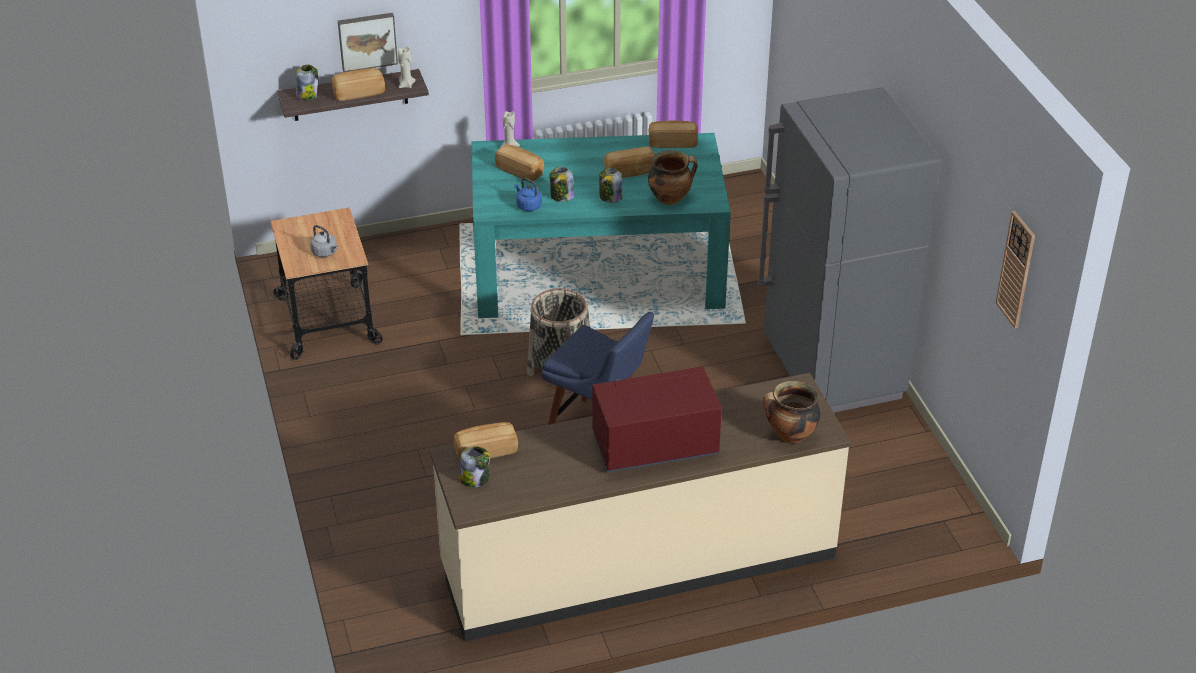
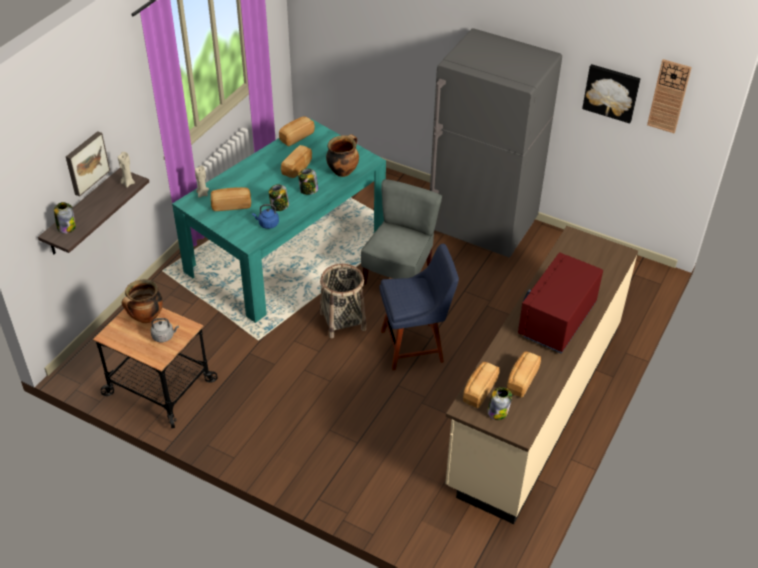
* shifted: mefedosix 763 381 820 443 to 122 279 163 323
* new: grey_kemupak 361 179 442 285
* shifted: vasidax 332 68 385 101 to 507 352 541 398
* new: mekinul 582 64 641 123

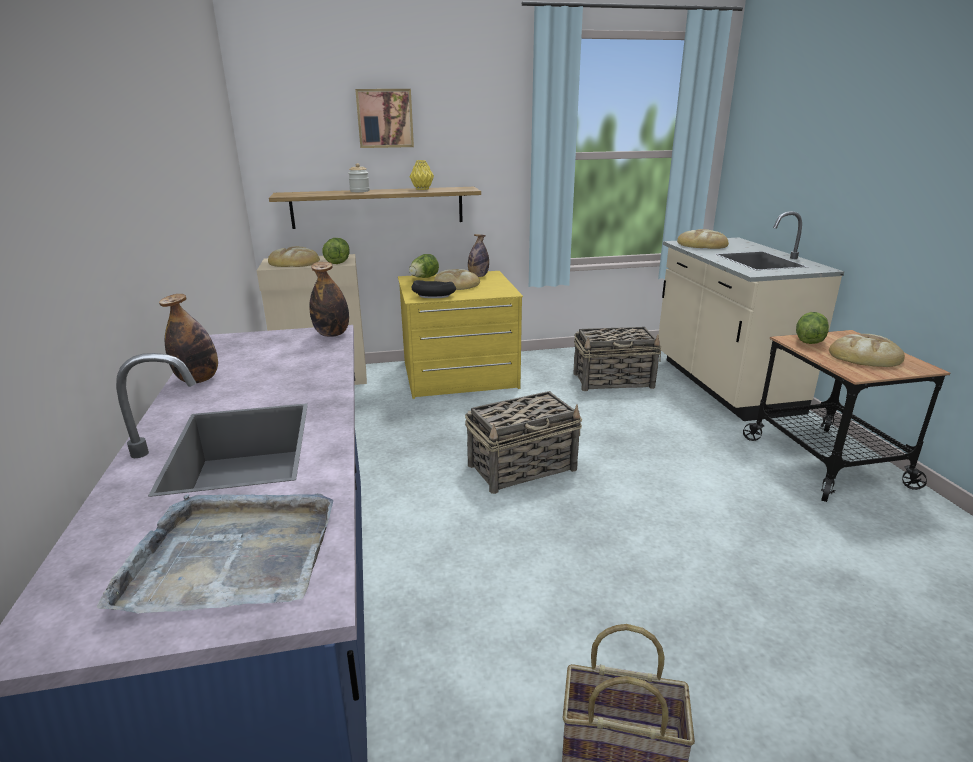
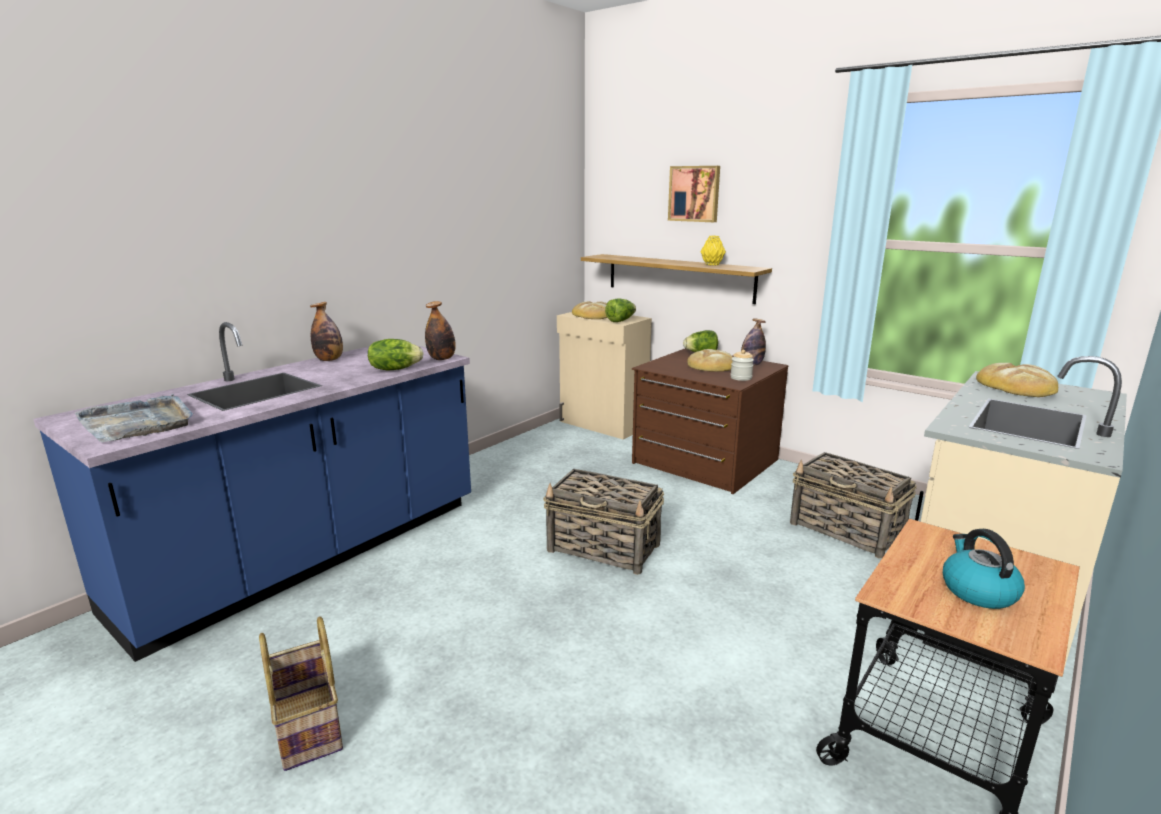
* shifted: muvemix 796 312 829 344 to 368 339 424 370
* repainted: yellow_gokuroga 398 271 523 399 to brown_gokuroga 632 348 789 494
* shifted: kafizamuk 348 163 370 192 to 730 350 754 381
* swapped: vasidax 829 334 905 367 to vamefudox 943 529 1025 609
* gone: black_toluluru 411 280 456 298

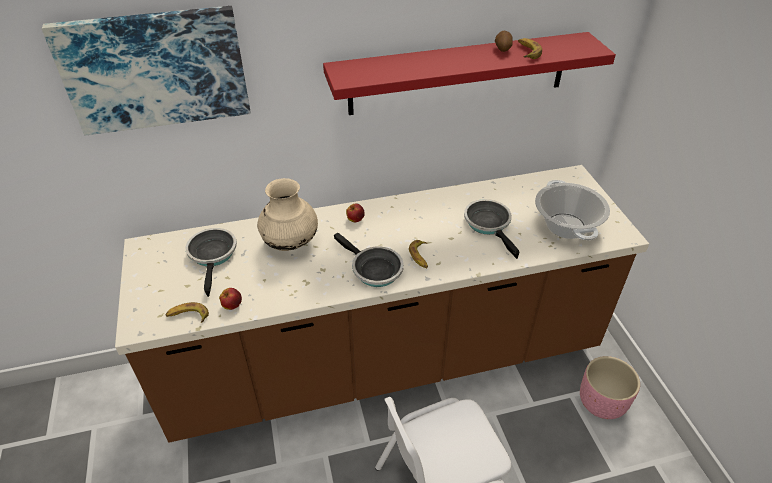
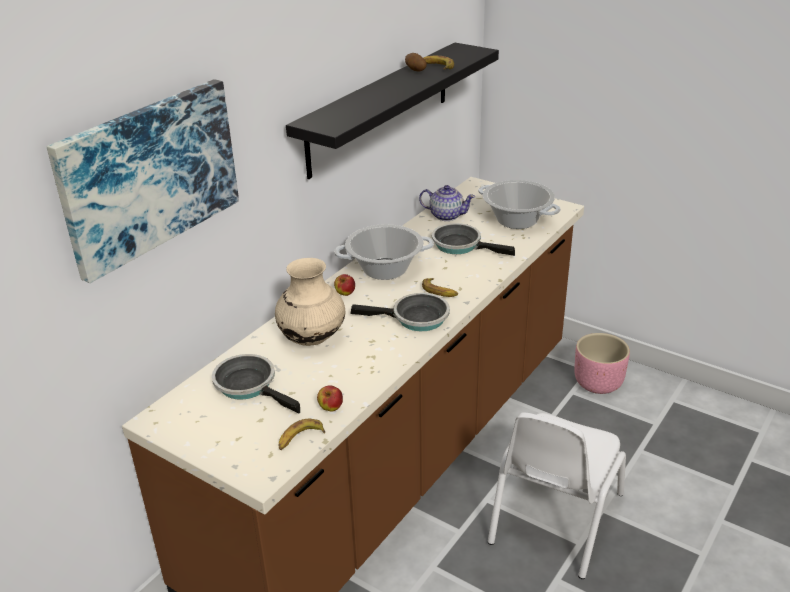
* repainted: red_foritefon 323 32 616 115 to black_foritefon 286 43 499 179
* new: mefedosix 334 224 434 280
* new: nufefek 419 185 475 221

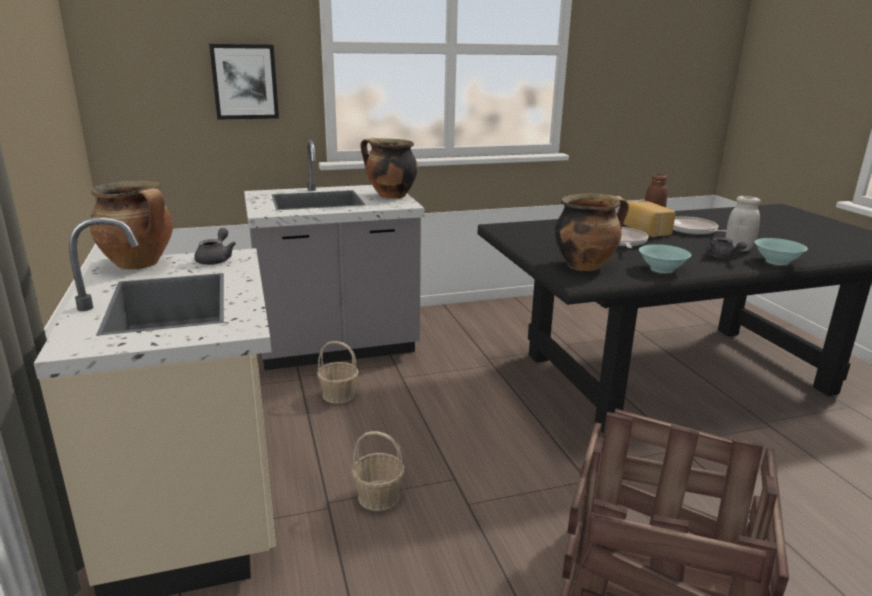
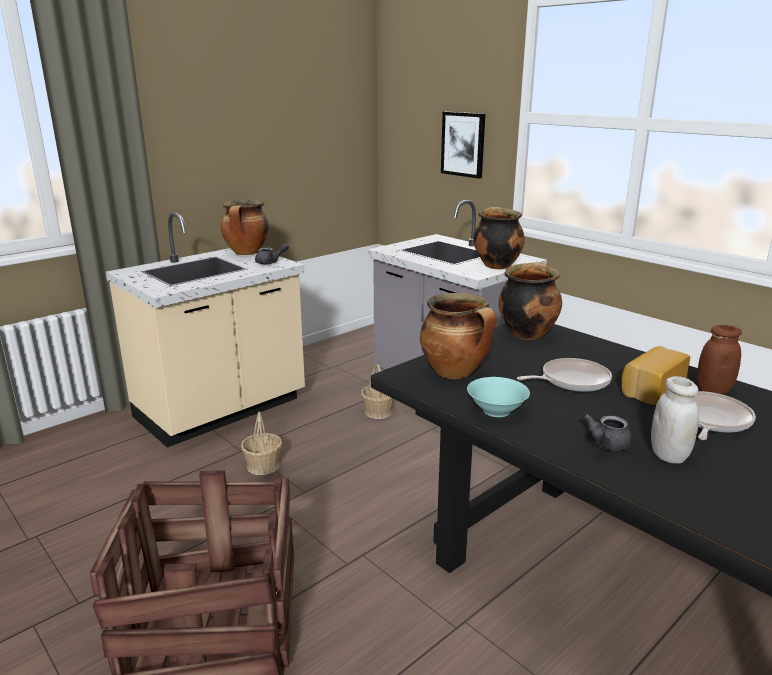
* new: mefedosix 498 262 562 340
* gone: turquoise_toluluru 755 238 808 265

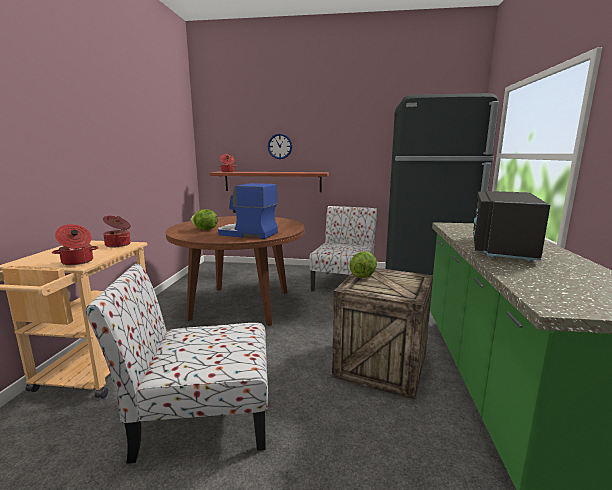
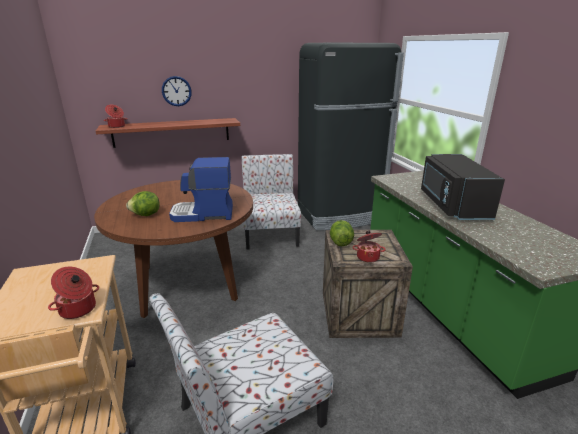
* shifted: mefedosix 103 216 131 247 to 353 231 386 263

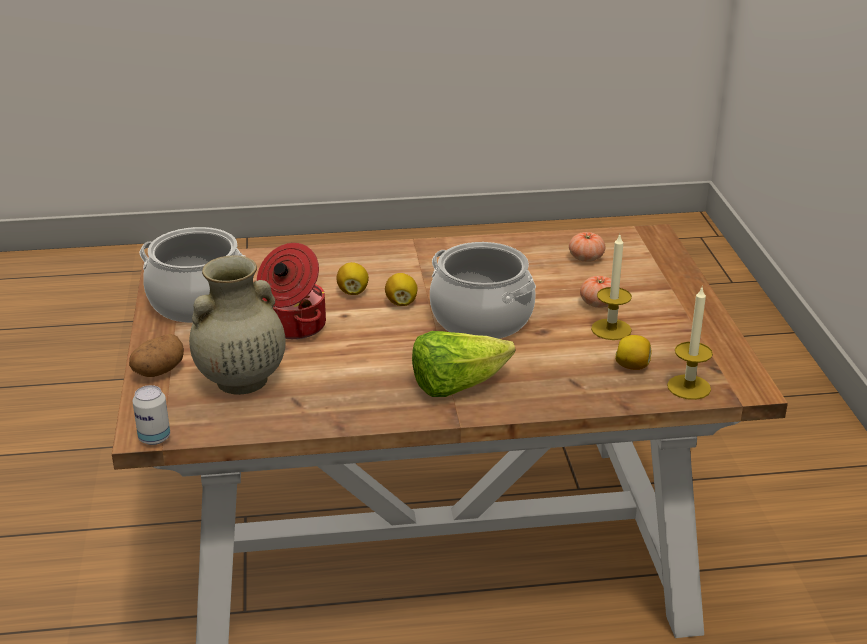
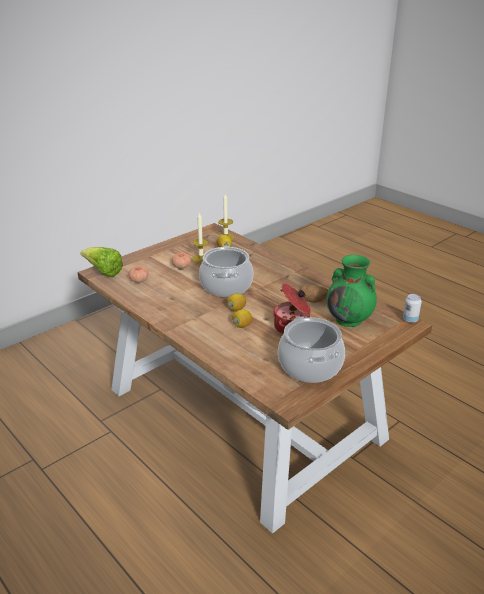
* shifted: muvemix 412 331 515 397 to 81 247 123 277
* shifted: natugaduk 129 334 184 377 to 299 285 328 303
* repainted: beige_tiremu 189 255 285 395 to green_tiremu 327 255 377 327

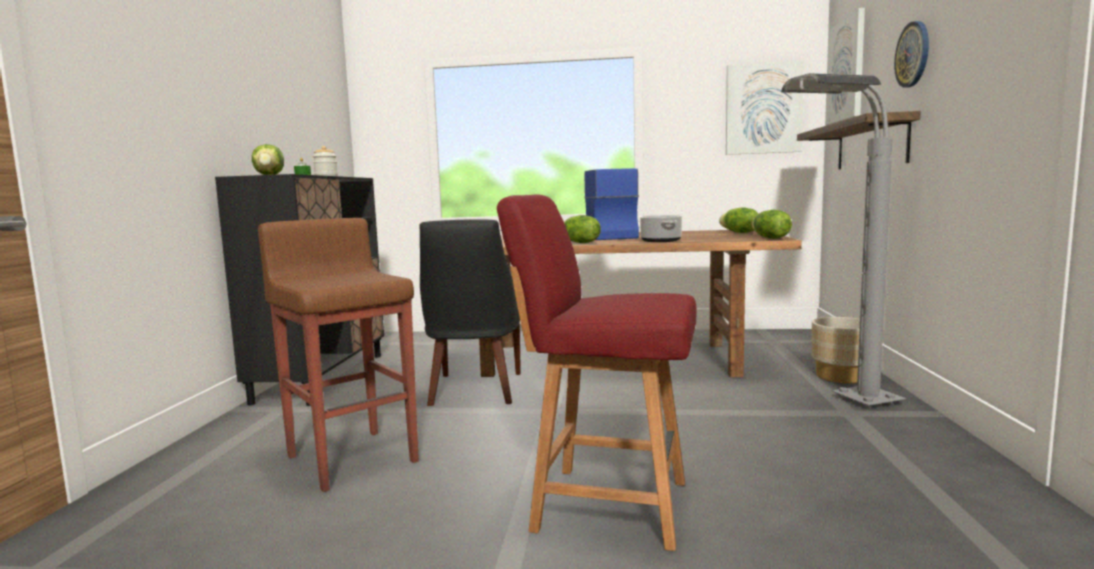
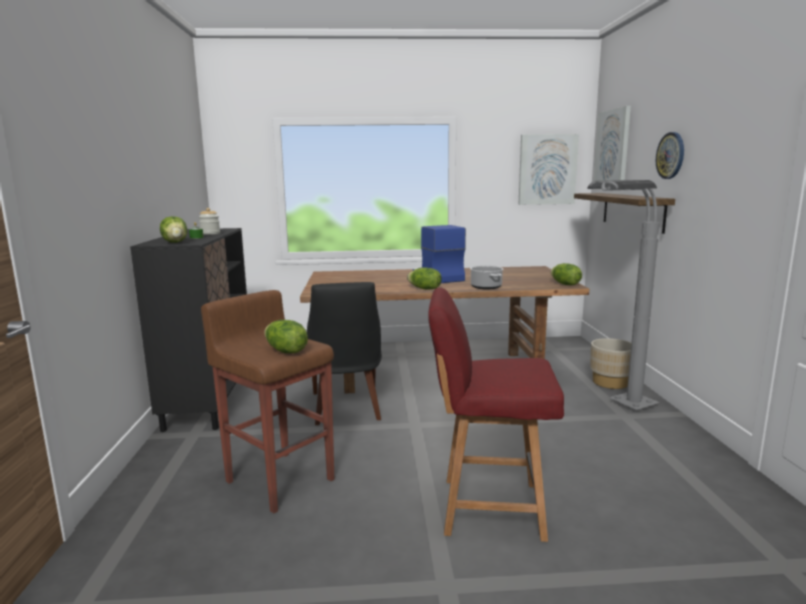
* shifted: muvemix 719 208 759 233 to 264 320 308 353

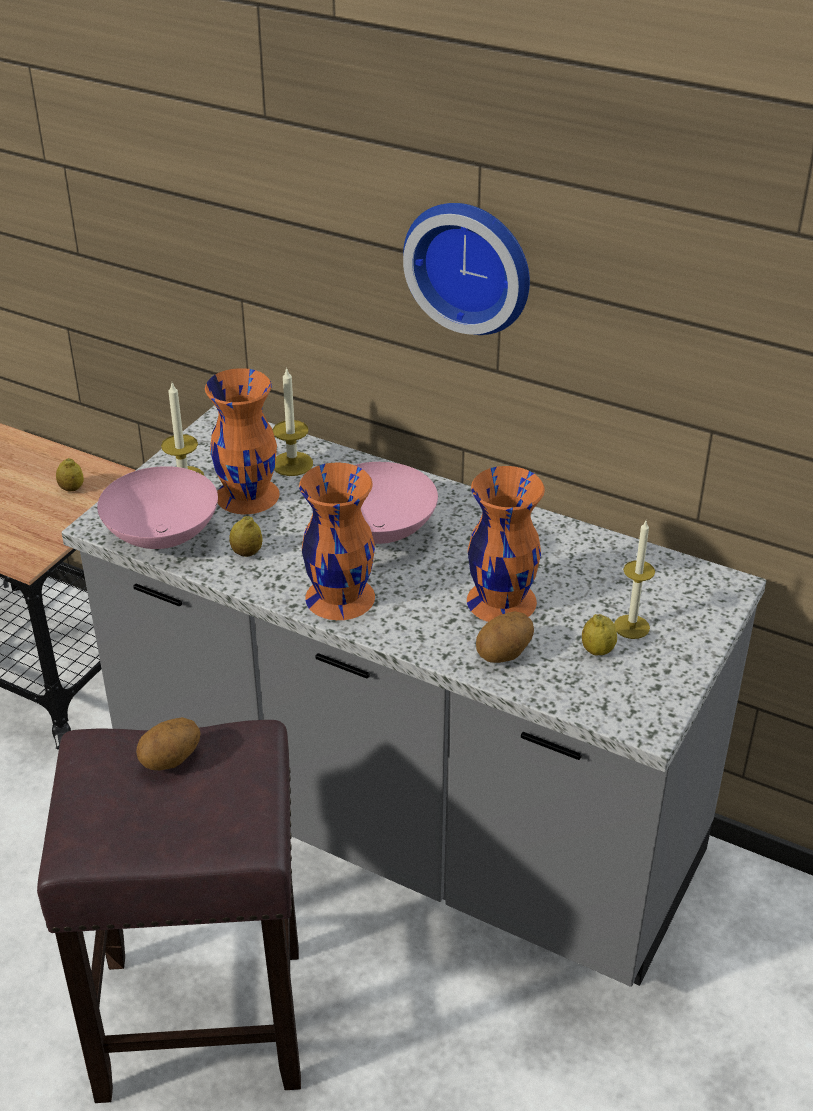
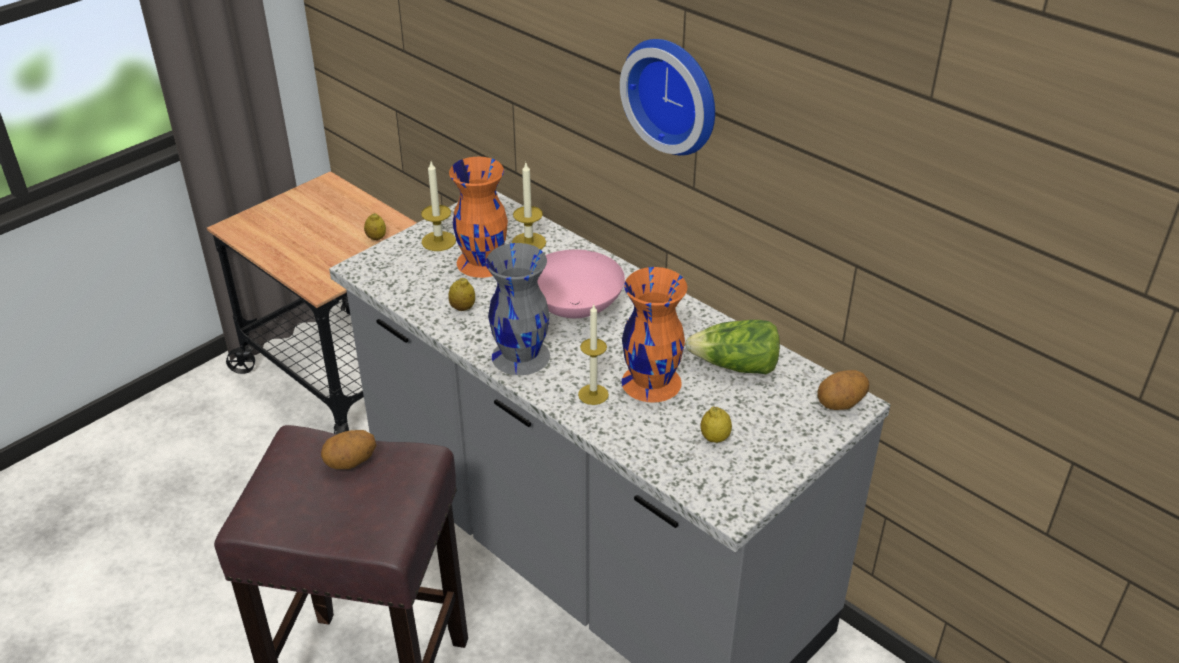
* repainted: orange_tiremu 299 463 375 620 to grey_tiremu 486 243 550 375
* shifted: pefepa 614 521 655 639 to 578 305 609 405
* new: muvemix 685 320 780 374
* shifted: natugaduk 476 611 534 663 to 817 370 869 410
* gone: pink_toluluru 97 466 218 549

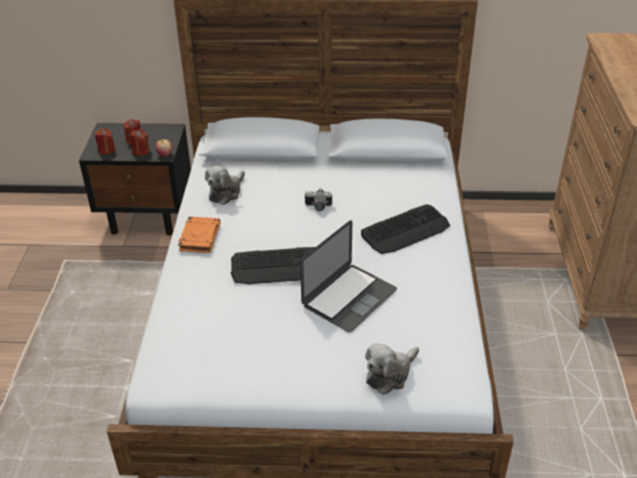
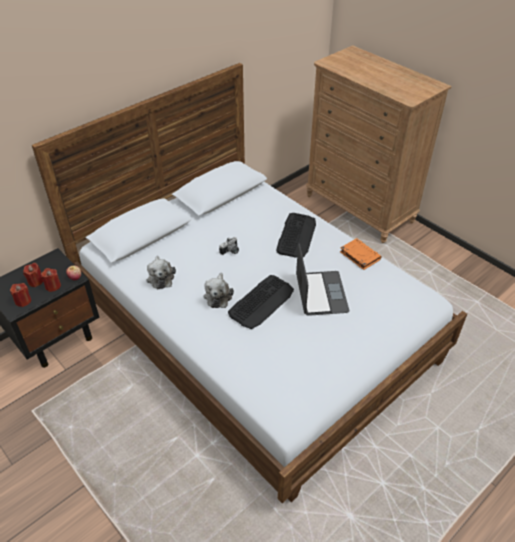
* shifted: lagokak 365 343 419 395 to 203 273 234 308
* shifted: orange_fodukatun 178 217 221 253 to 340 238 382 270

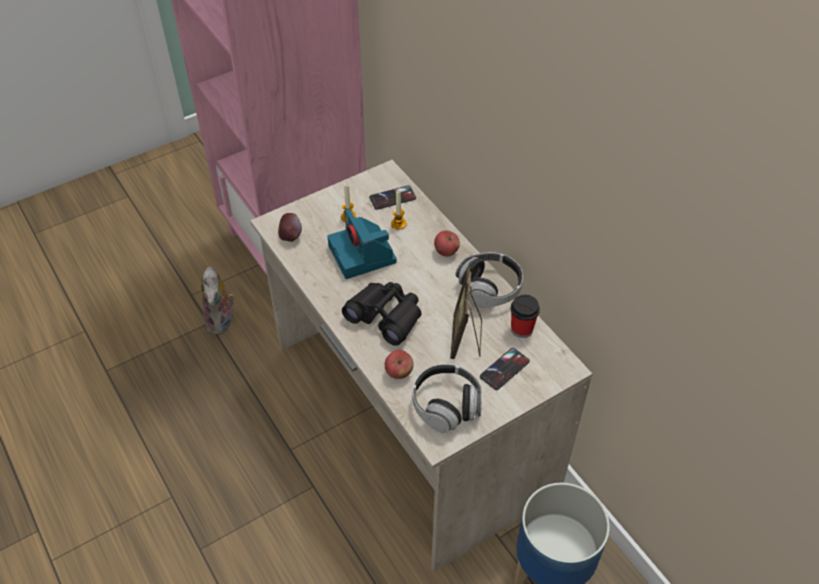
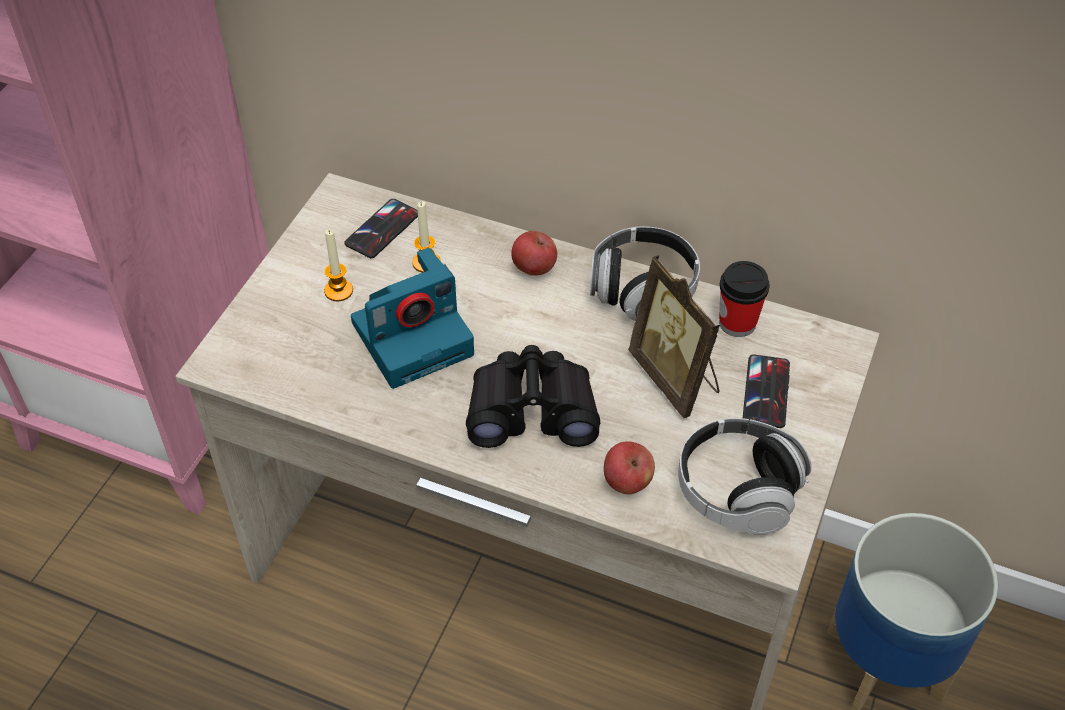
* rotated: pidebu 327 209 397 279 = 351 248 474 389 60 degrees counterclockwise
* gone: lagokak 201 267 235 335
* gone: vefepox 278 213 302 242

